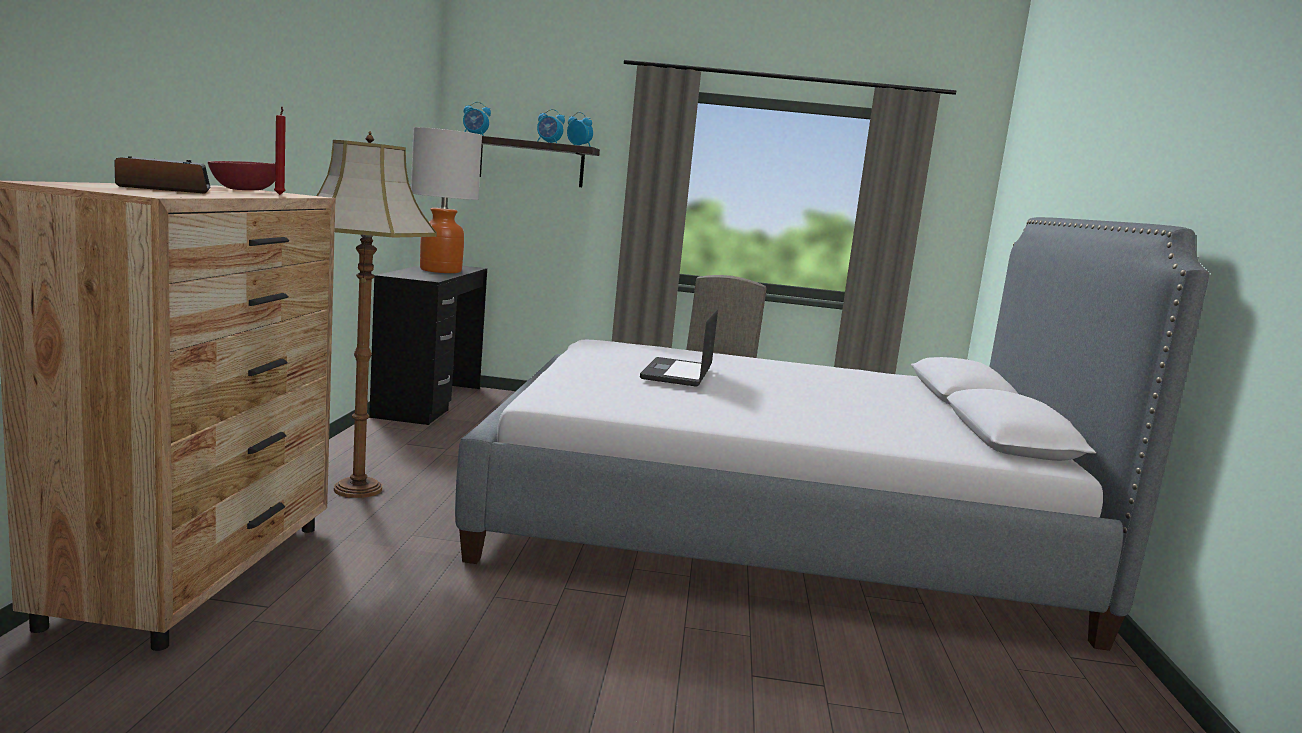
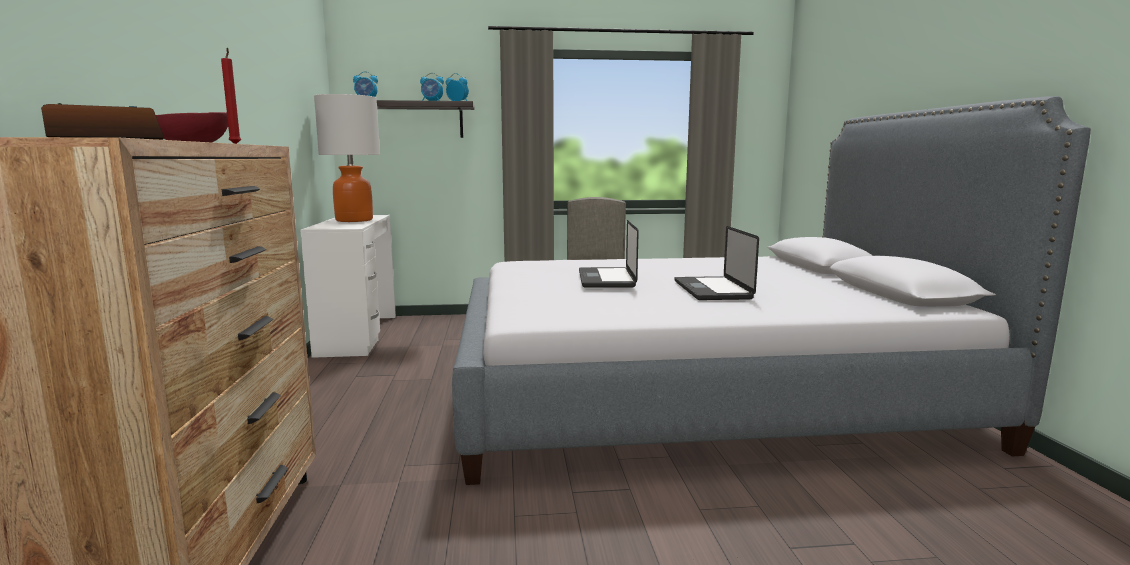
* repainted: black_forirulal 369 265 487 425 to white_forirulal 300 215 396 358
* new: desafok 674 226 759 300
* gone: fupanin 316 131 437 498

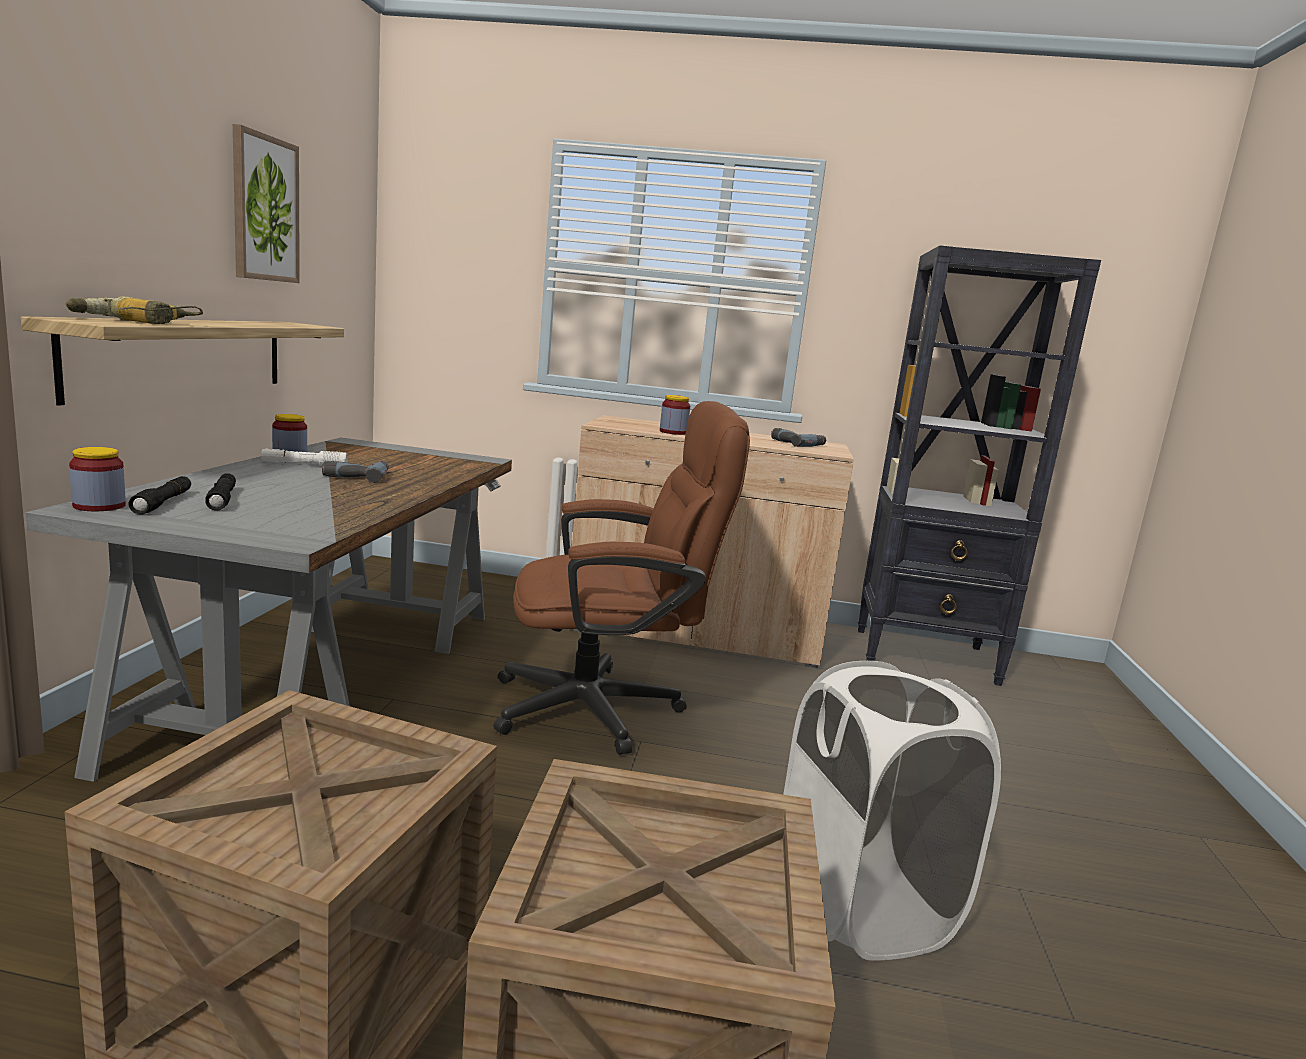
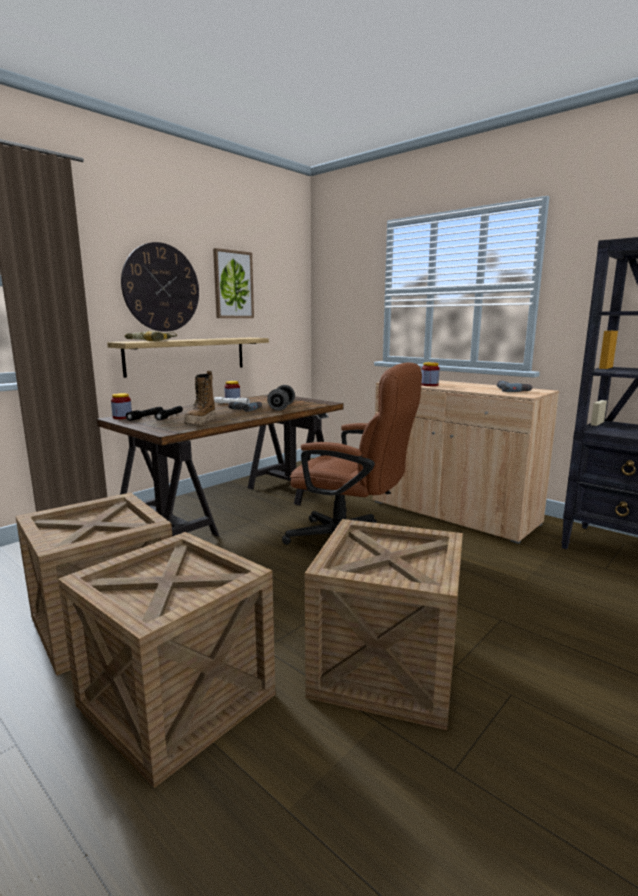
* repainted: grey_forirulal 26 438 512 782 to brown_forirulal 97 394 344 537
* new: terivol 121 242 199 332
* new: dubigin 184 371 215 425
* new: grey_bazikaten 267 385 295 411
* swapped: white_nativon 783 661 1001 961 to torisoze 305 519 463 730

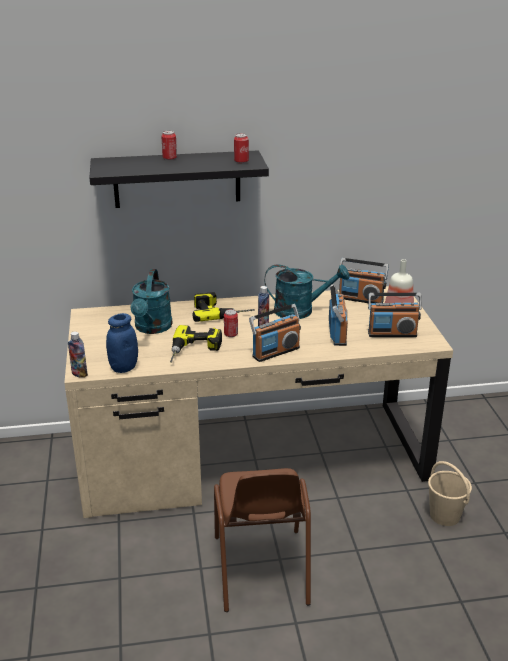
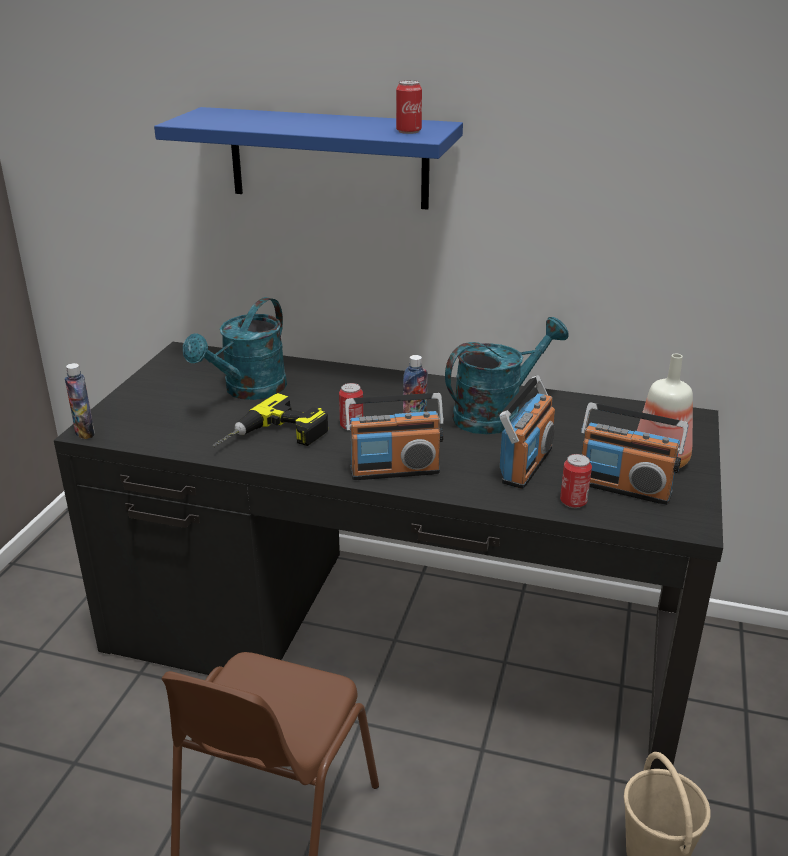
* repainted: beige_forirulal 64 286 453 518 to black_forirulal 54 342 723 770
* repainted: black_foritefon 89 150 269 208 to blue_foritefon 154 107 463 210
* rotated: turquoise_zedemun 265 264 350 319 = 445 317 569 434 60 degrees counterclockwise
* shifted: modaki 161 131 177 160 to 560 454 592 508
* gone: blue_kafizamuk 106 313 138 373
* gone: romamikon 193 292 255 322
* gone: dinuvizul 339 258 389 303

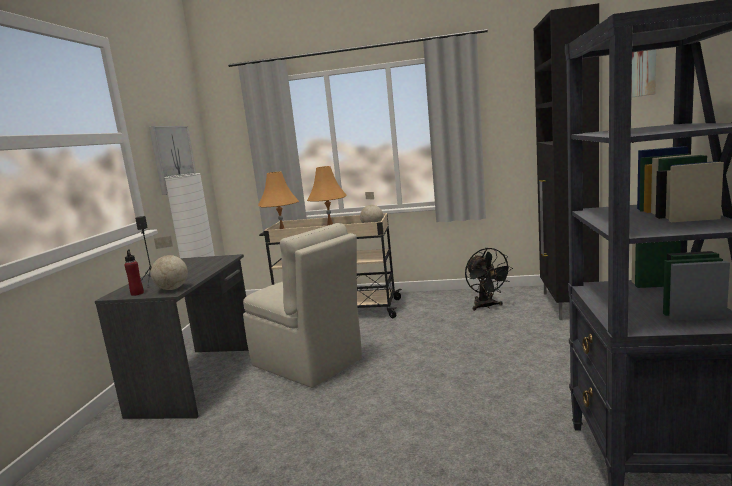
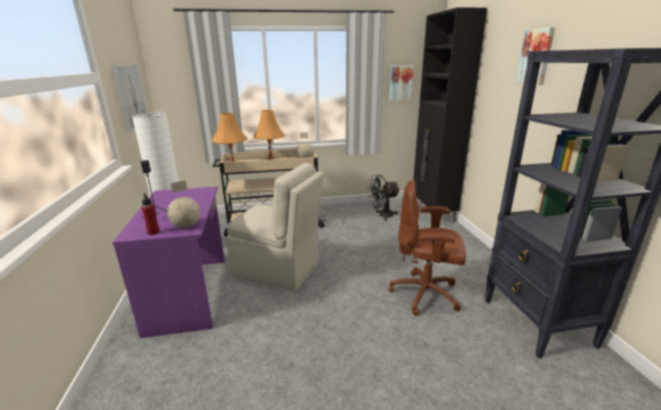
* repainted: grey_forirulal 95 254 249 419 to purple_forirulal 112 187 225 338
* rotated: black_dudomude 465 248 513 311 = 368 175 400 221 105 degrees clockwise
* new: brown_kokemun 389 180 466 316
* new: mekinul 390 65 414 101

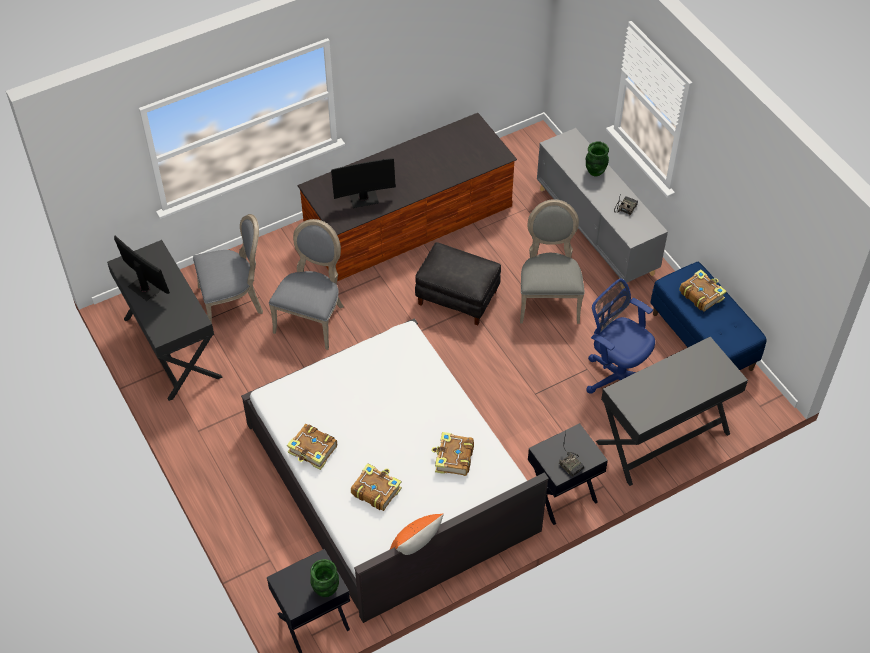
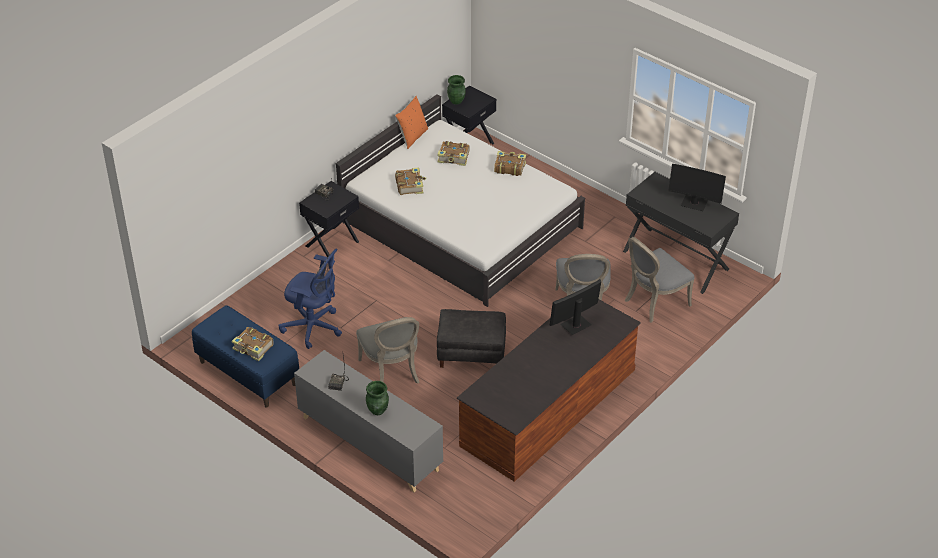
* gone: black_forirulal 596 337 748 486

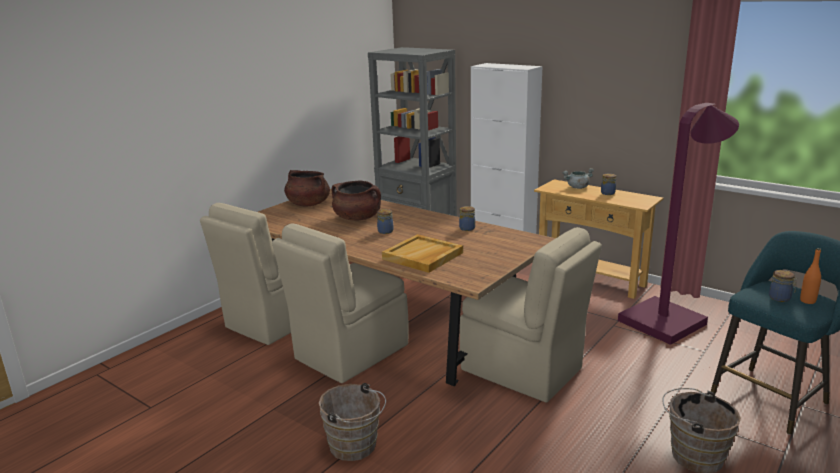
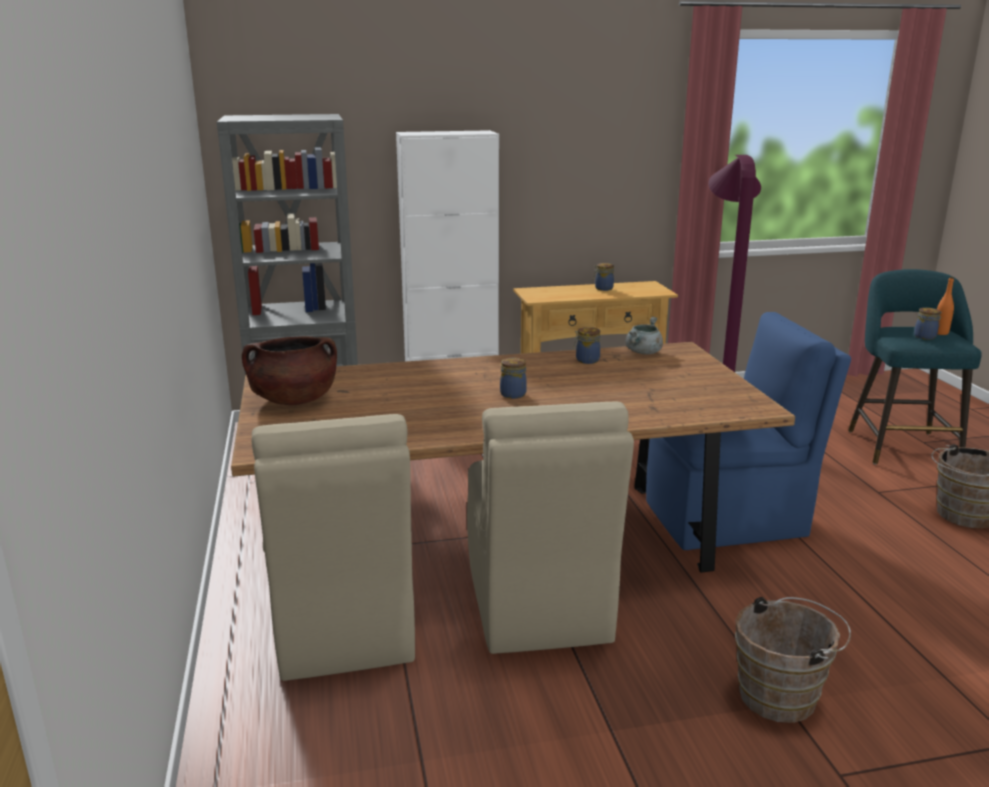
* shifted: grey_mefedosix 562 168 594 189 to 625 316 663 355
* repainted: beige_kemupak 460 227 602 402 to blue_kemupak 646 312 851 550
* gone: brown_mefedosix 332 181 381 220
* gone: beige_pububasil 382 234 463 273

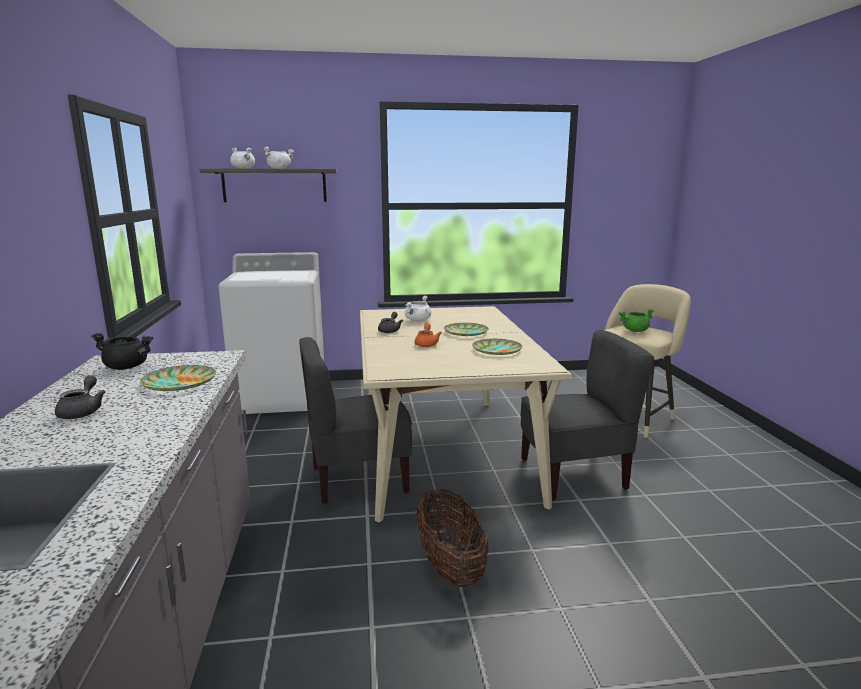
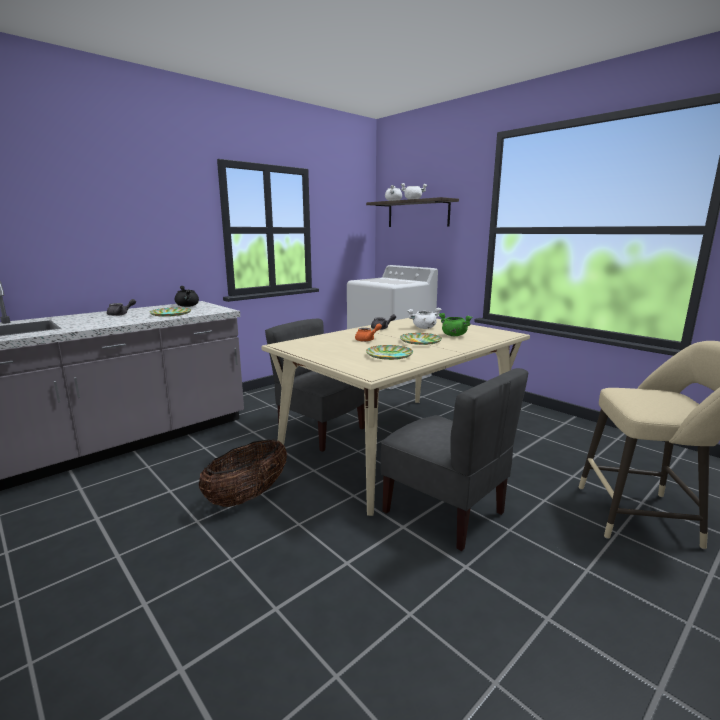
* shifted: green_mefedosix 619 309 654 332 to 439 313 473 336

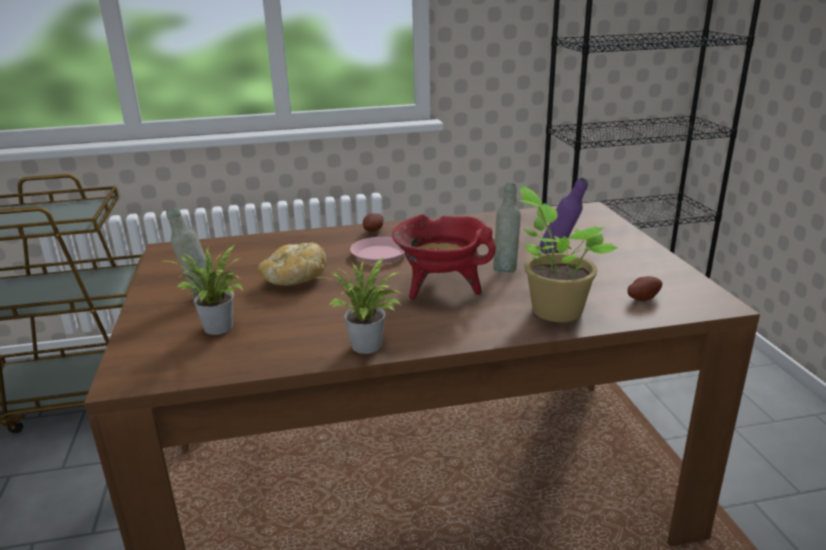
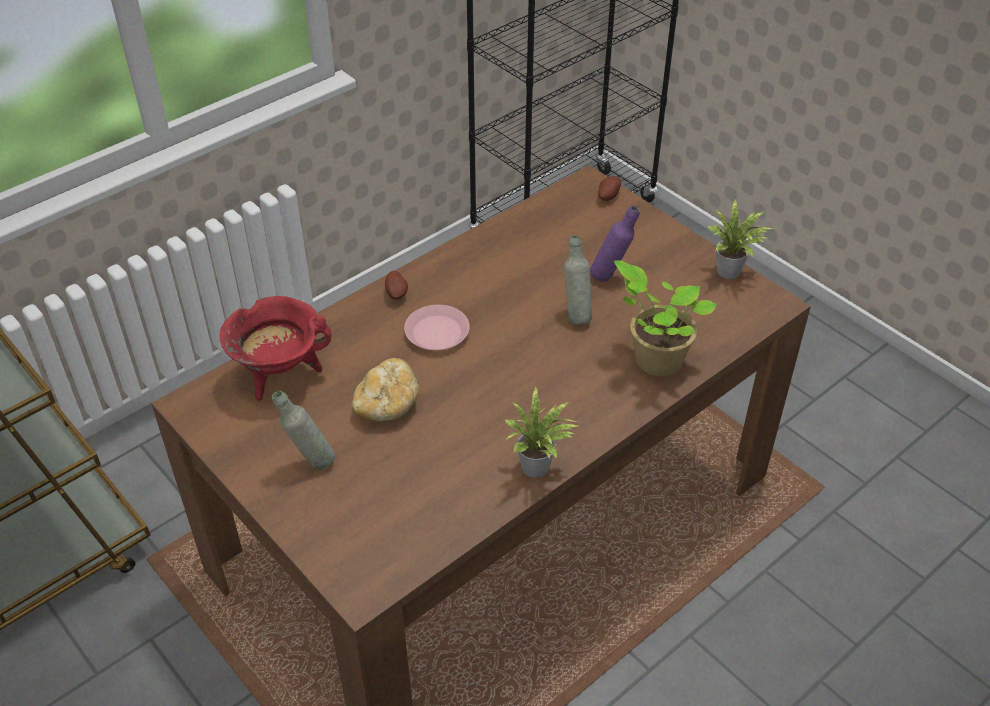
* shifted: red_mefedosix 392 214 496 299 to 220 296 331 401
* shifted: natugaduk 627 276 662 301 to 598 176 621 201
* shifted: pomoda 166 244 243 335 to 708 200 774 279

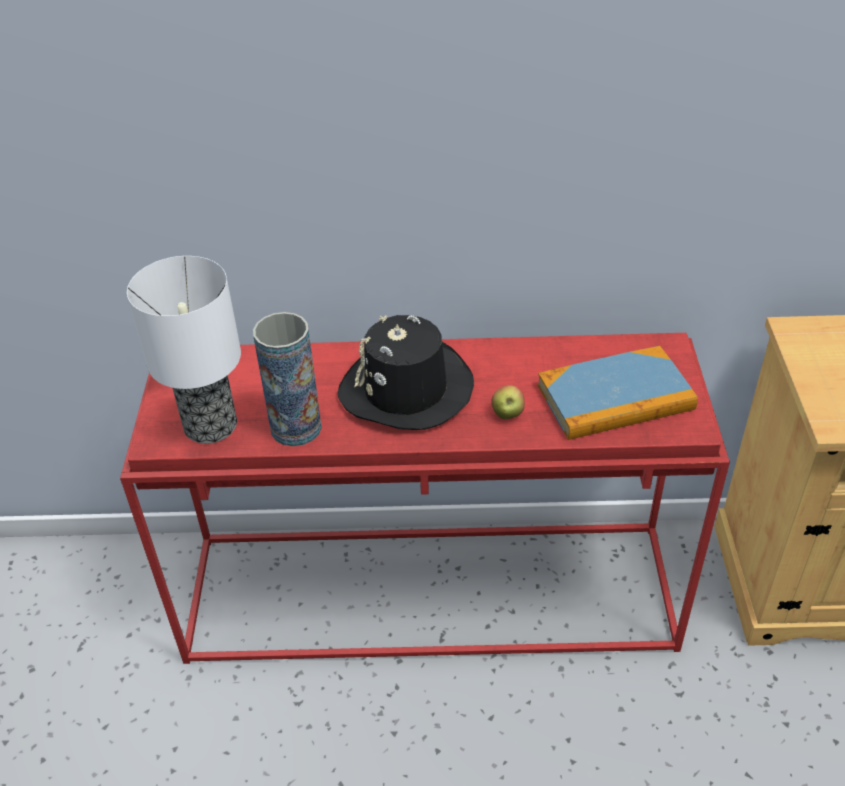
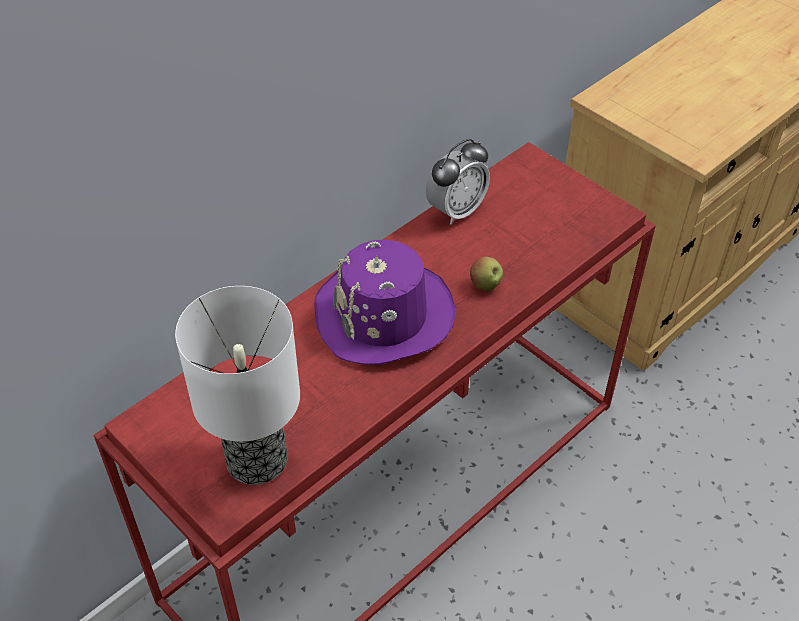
* repainted: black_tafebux 337 315 474 430 to purple_tafebux 314 240 455 365
* new: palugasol 426 139 490 225
* gone: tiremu 253 312 322 446
* gone: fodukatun 537 346 698 440

